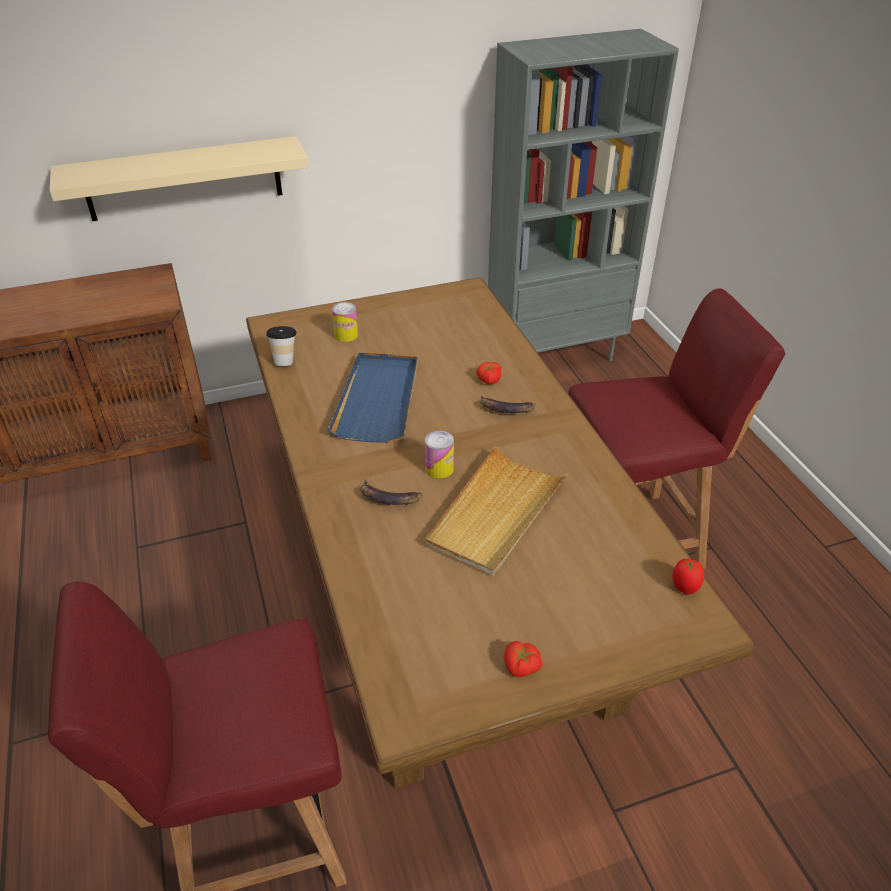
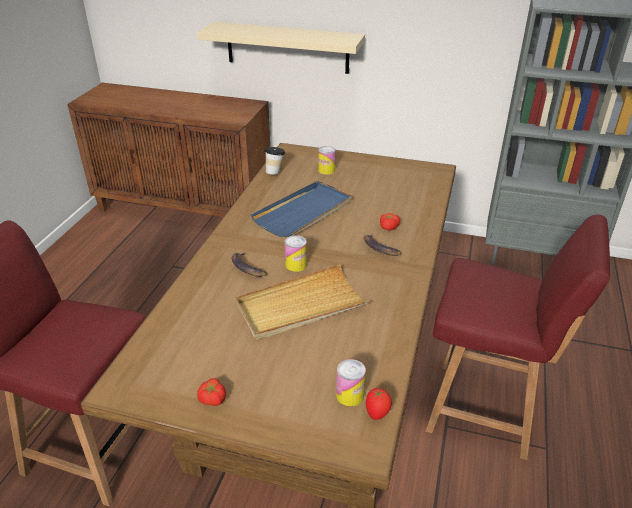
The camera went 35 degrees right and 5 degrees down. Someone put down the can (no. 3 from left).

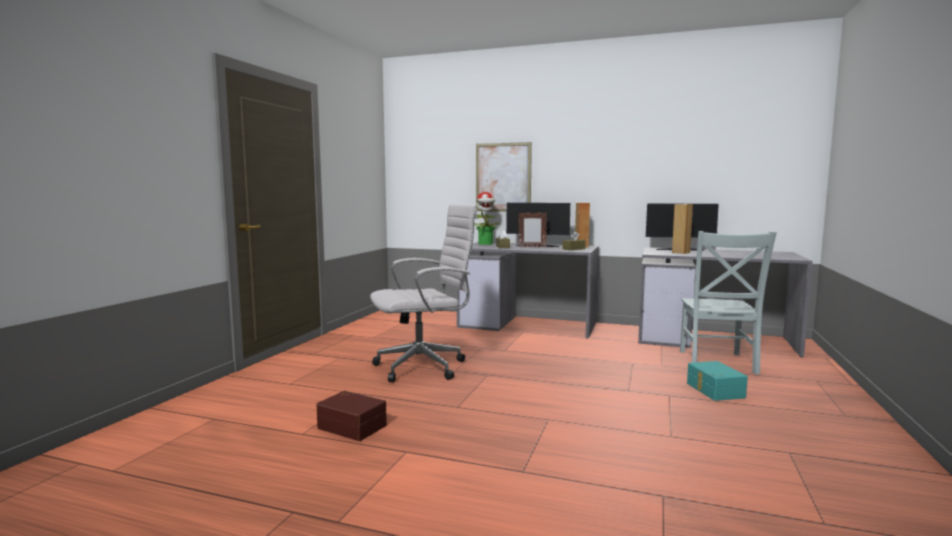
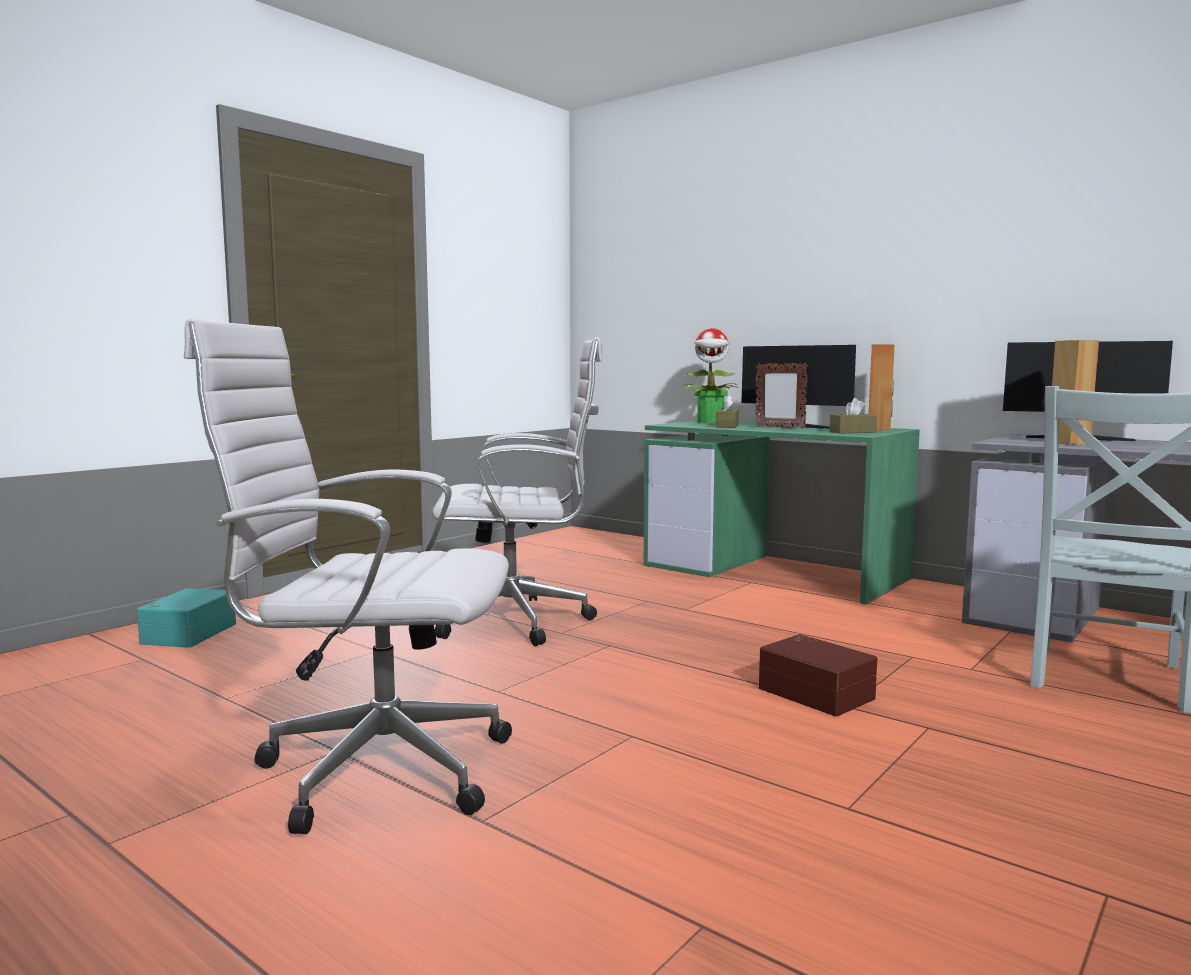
The camera went 20 degrees right and 0 degrees up. Someone carried the storage box in turquoise. Someone put down the office chair in white (no. 1 from left). Someone repainted the desk in grey (no. 1 from left), which became the desk in green. Someone carried the storage box in brown. Someone took away the picture.

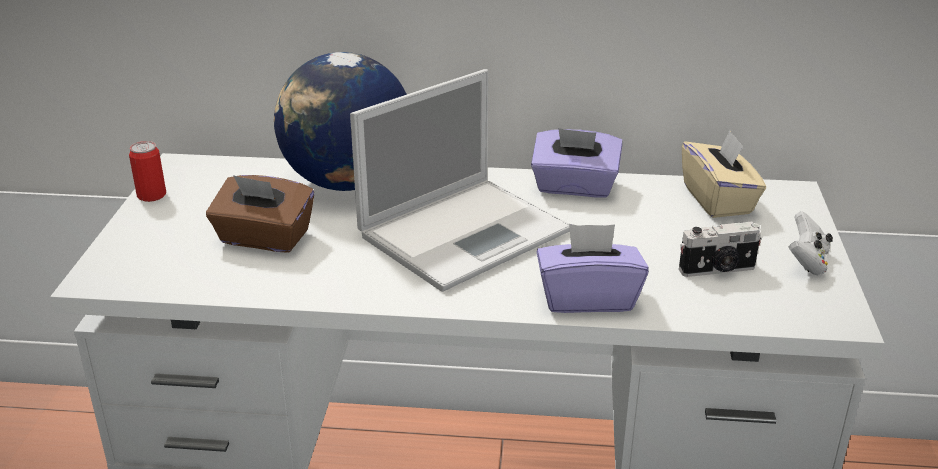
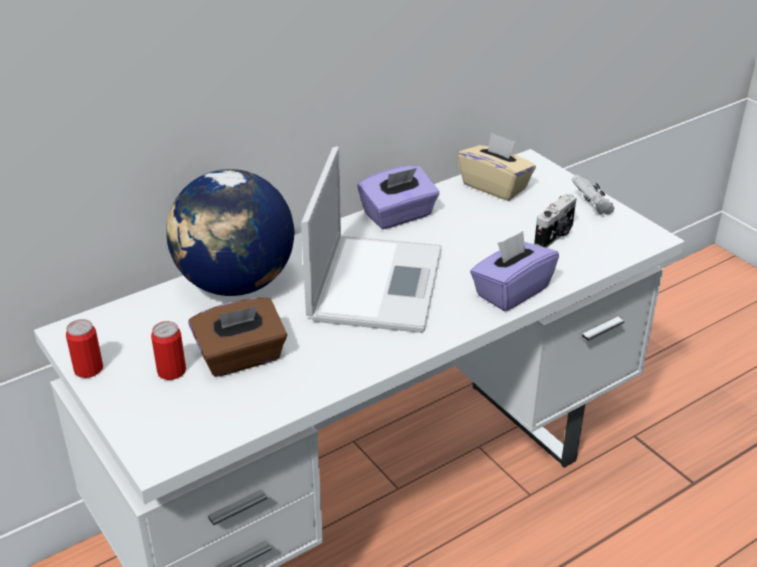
The camera went 40 degrees left and 5 degrees up. Someone put down the can (no. 2 from left).

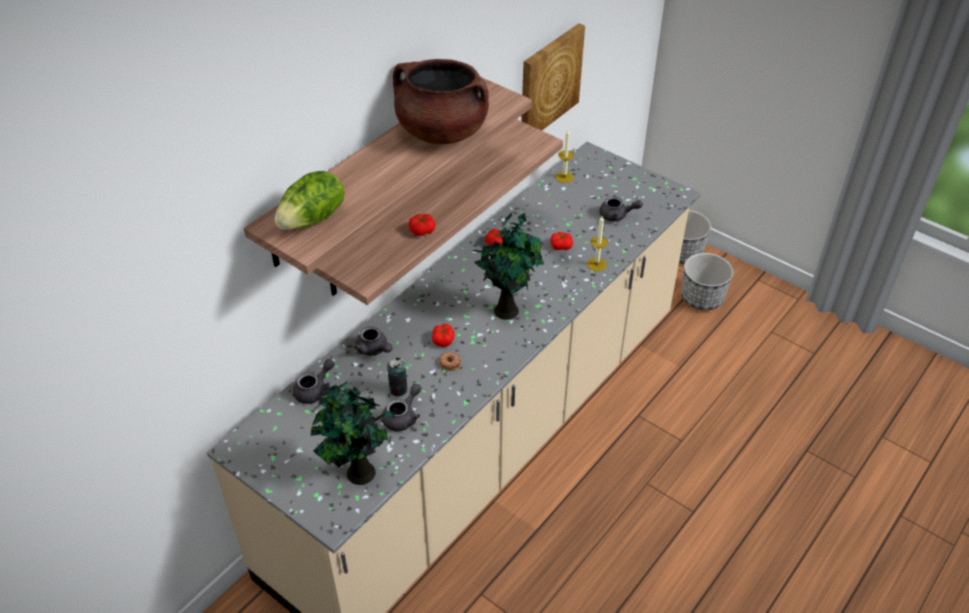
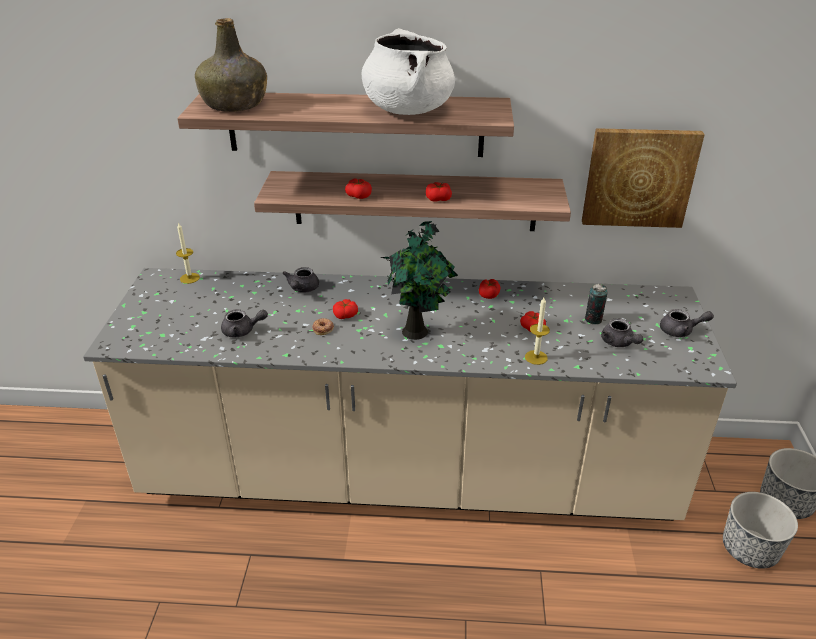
The camera went 55 degrees right and 10 degrees down. Someone carried the candle (no. 1 from left). Someone swapped the lettuce for the bottle in green. Someone repainted the cooking pot in brown, which became the cooking pot in white. Someone put down the tomato (no. 3 from left). Someone carried the can. Someone carried the teapot in grey (no. 1 from left in the first image). Someone took away the potted plant (no. 1 from left).

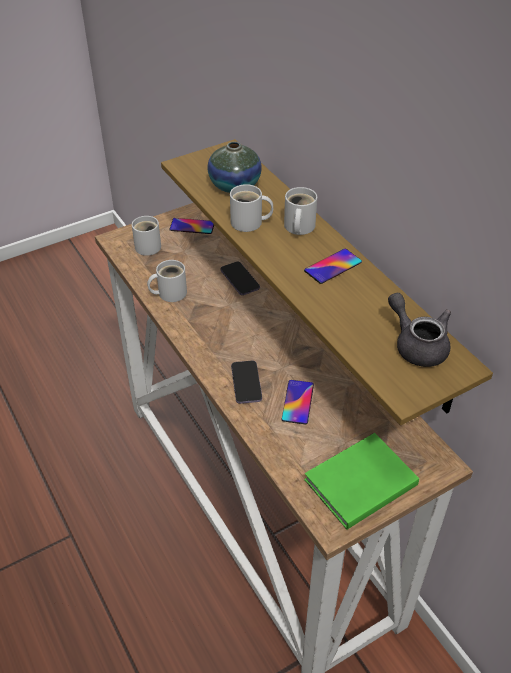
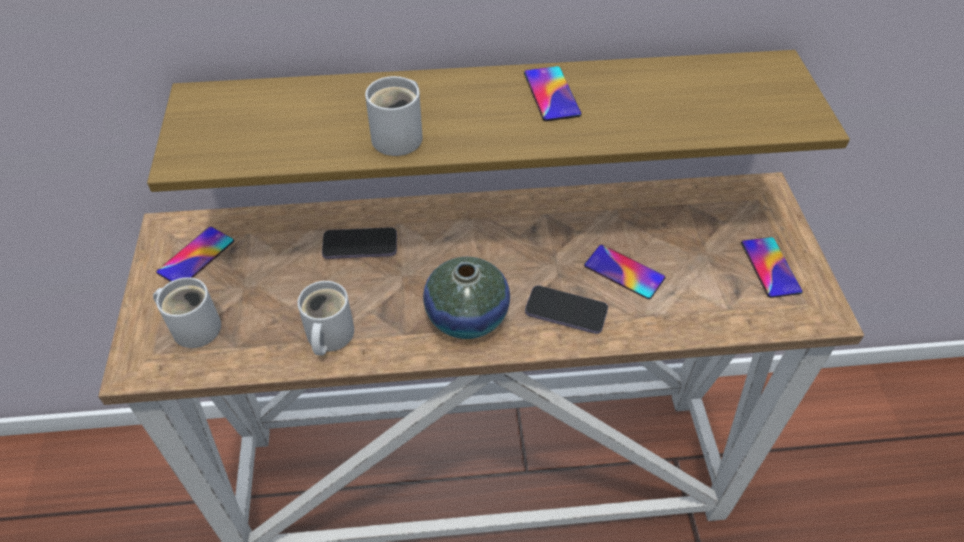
The camera went 65 degrees left and 5 degrees up. Someone carried the vase. Someone swapped the book in green for the phone (no. 6 from left). Someone took away the mug in white (no. 4 from left). Someone took away the teapot in grey.

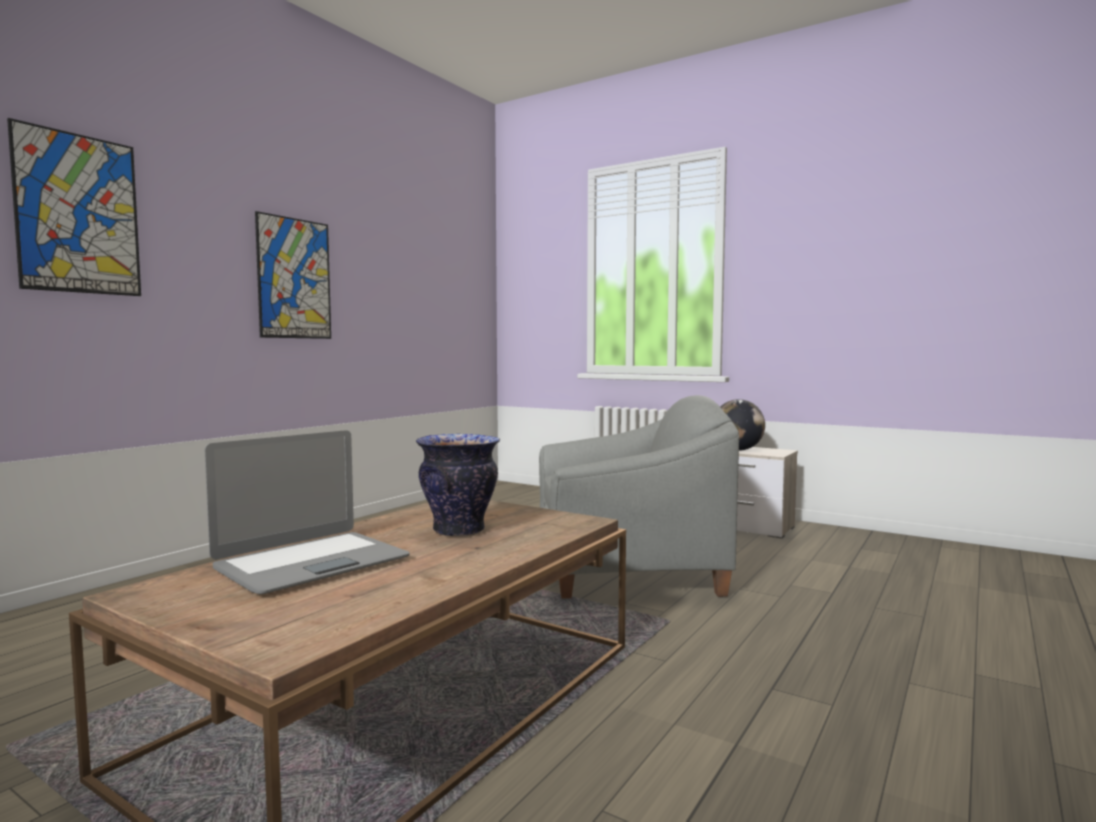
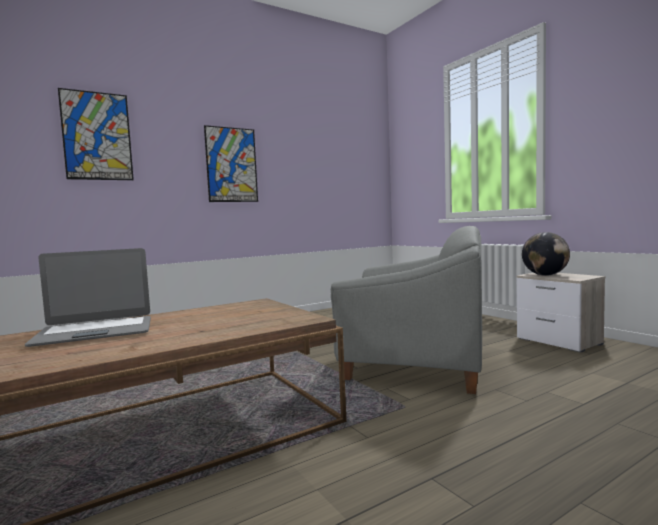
The camera went 25 degrees right and 0 degrees up. Someone took away the vase.

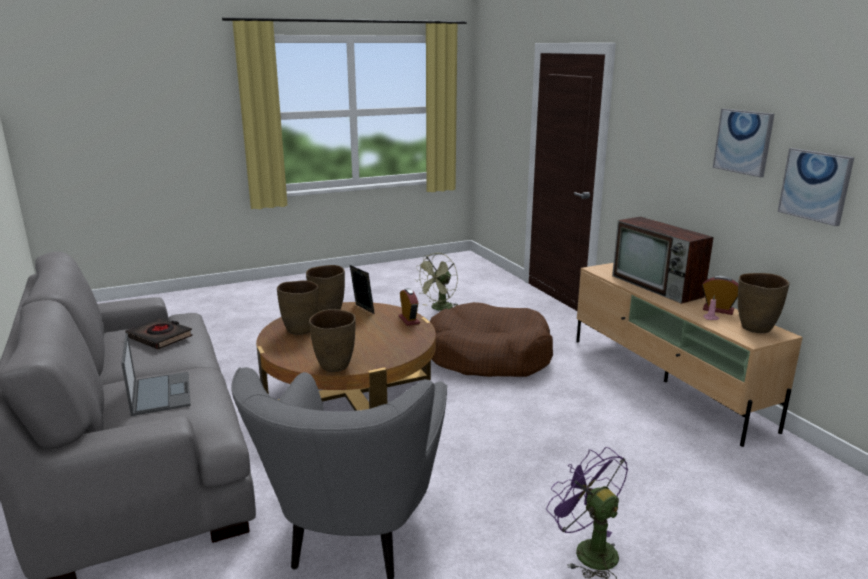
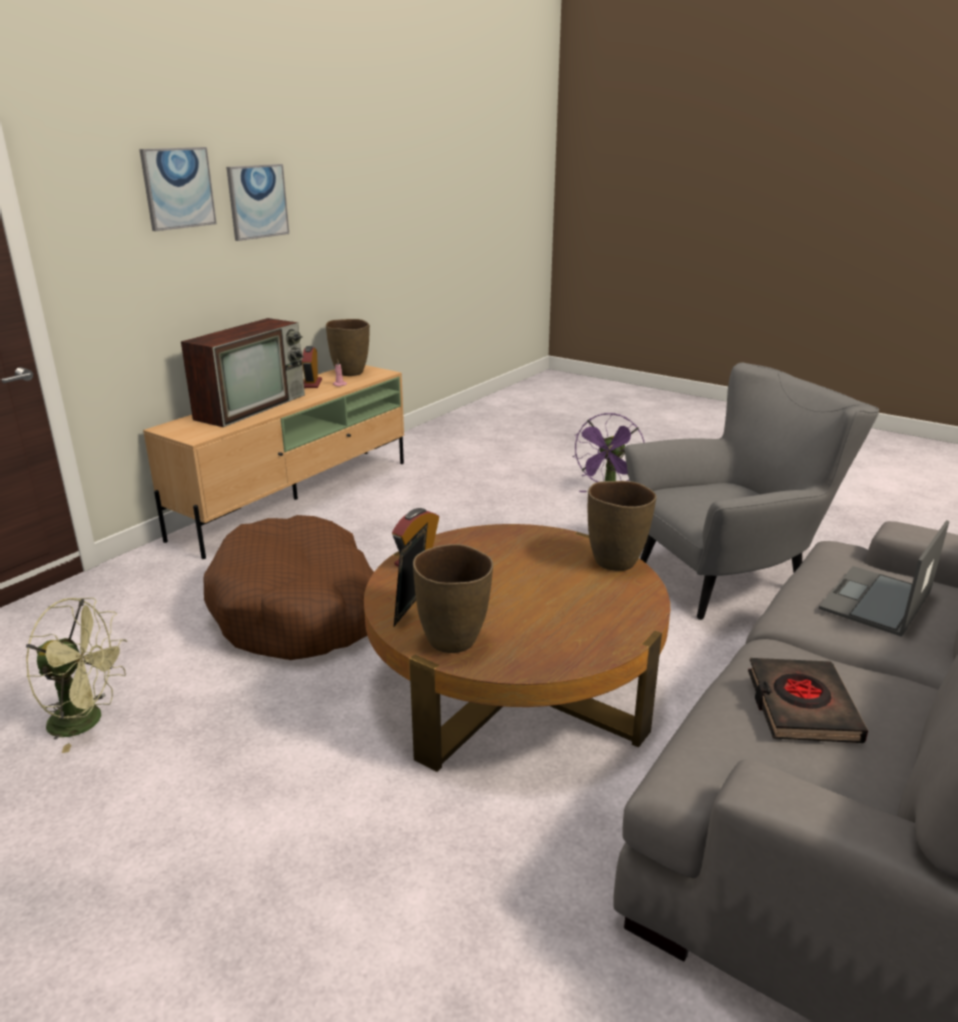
The camera went 120 degrees left and 5 degrees up. Someone carried the picture (no. 2 from left in the first image). Someone took away the vase in brown (no. 1 from left).

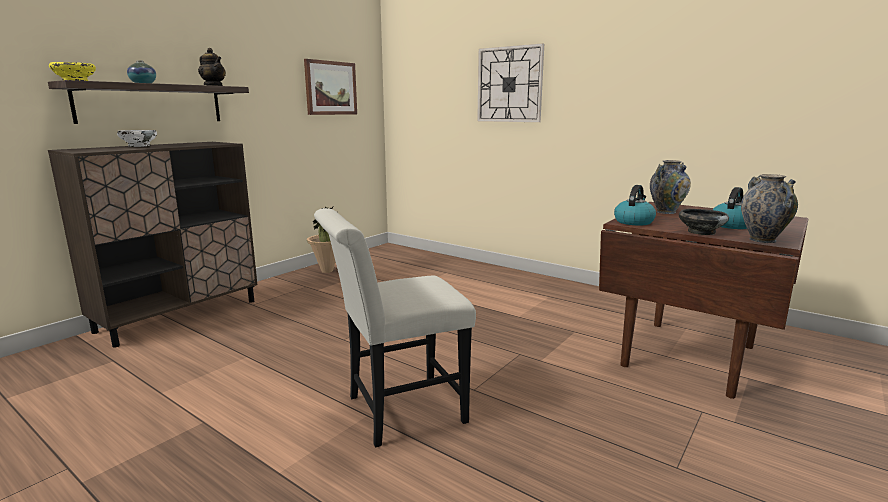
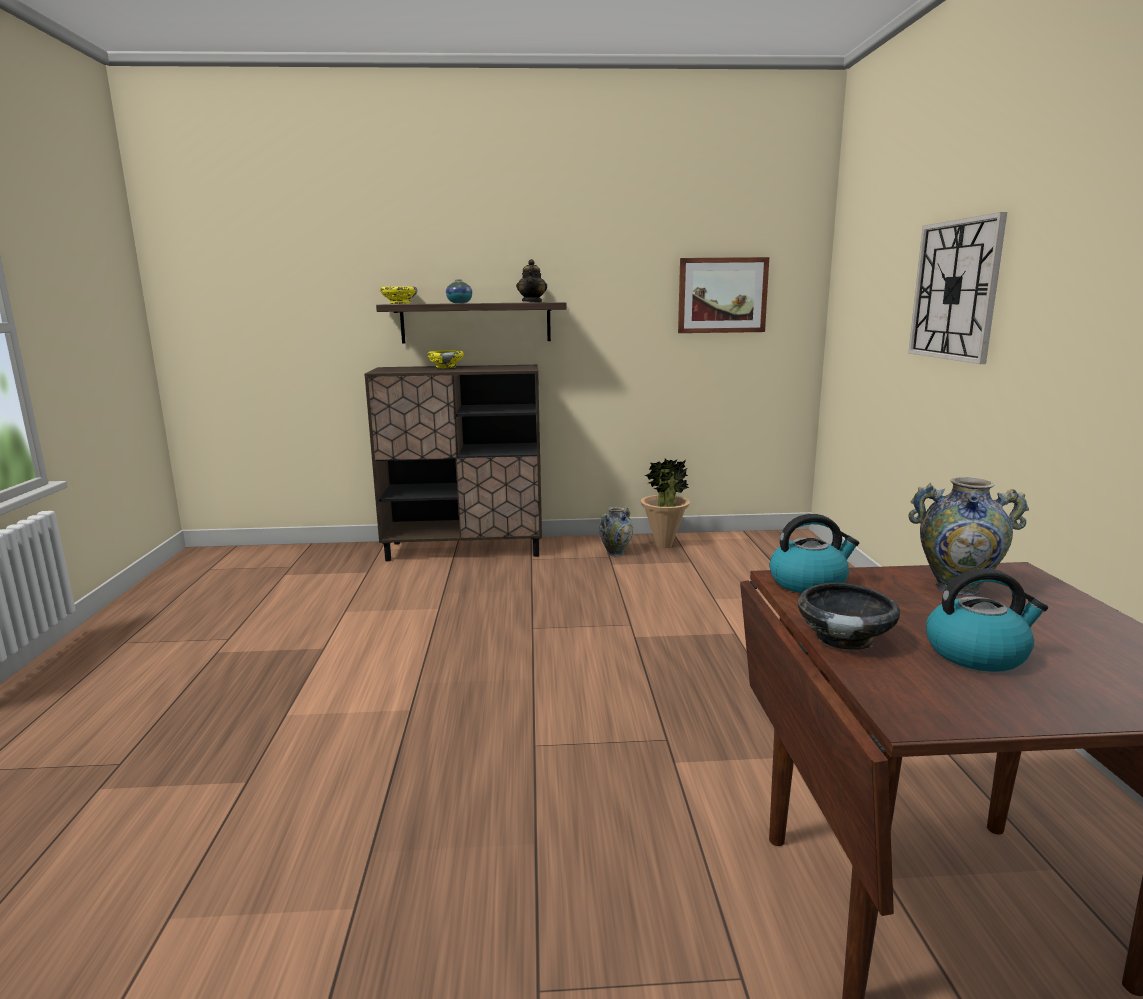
The camera went 50 degrees right and 0 degrees up. Someone repainted the bowl in white, which became the bowl in yellow (no. 2 from left). Someone carried the vase (no. 3 from left in the first image). Someone took away the chair in white.

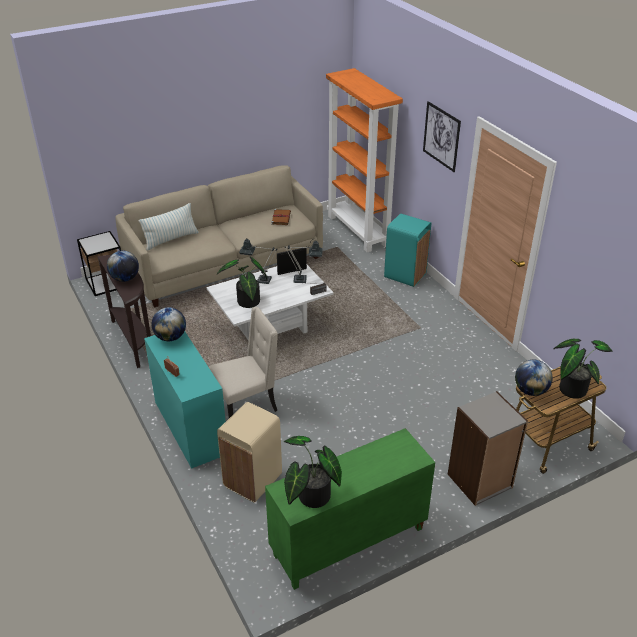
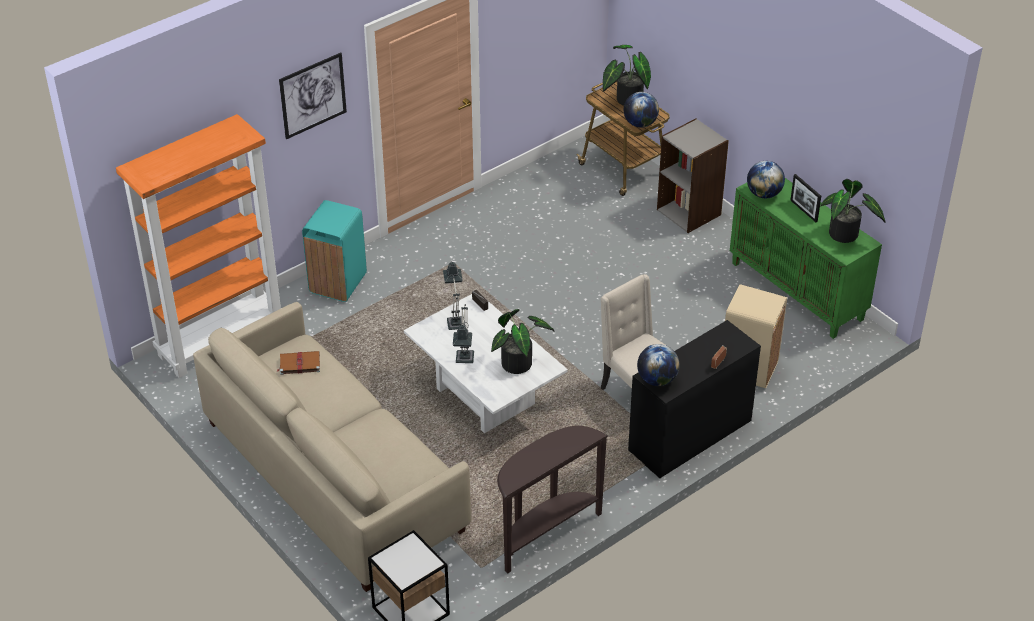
The camera went 100 degrees left and 5 degrees up. Someone repainted the desk in turquoise, which became the desk in black. Someone carried the globe (no. 1 from left in the first image). Someone carried the picture frame. Someone took away the pillow.

